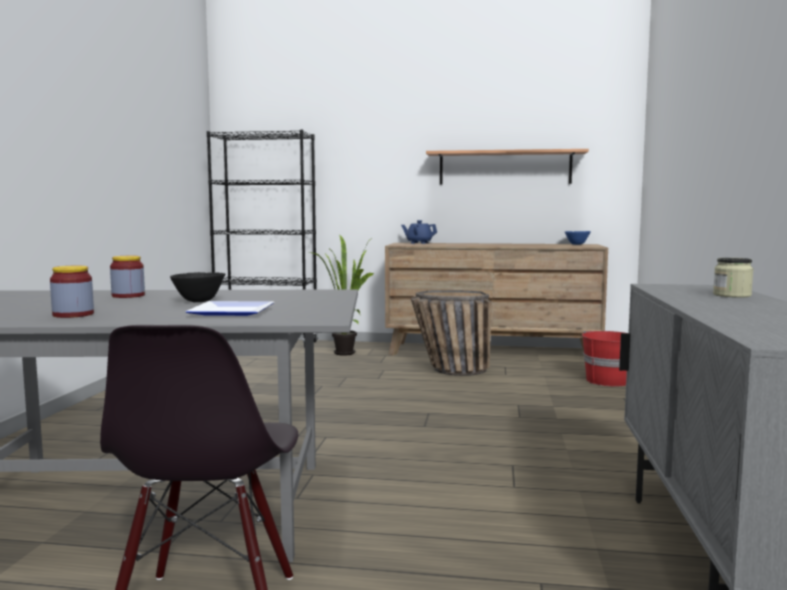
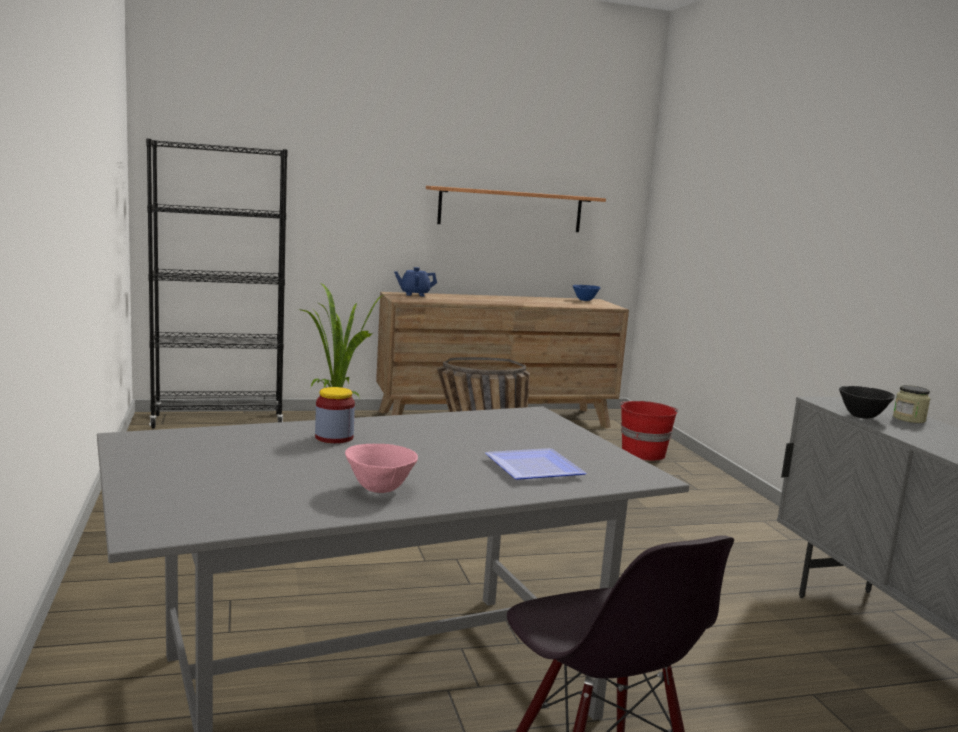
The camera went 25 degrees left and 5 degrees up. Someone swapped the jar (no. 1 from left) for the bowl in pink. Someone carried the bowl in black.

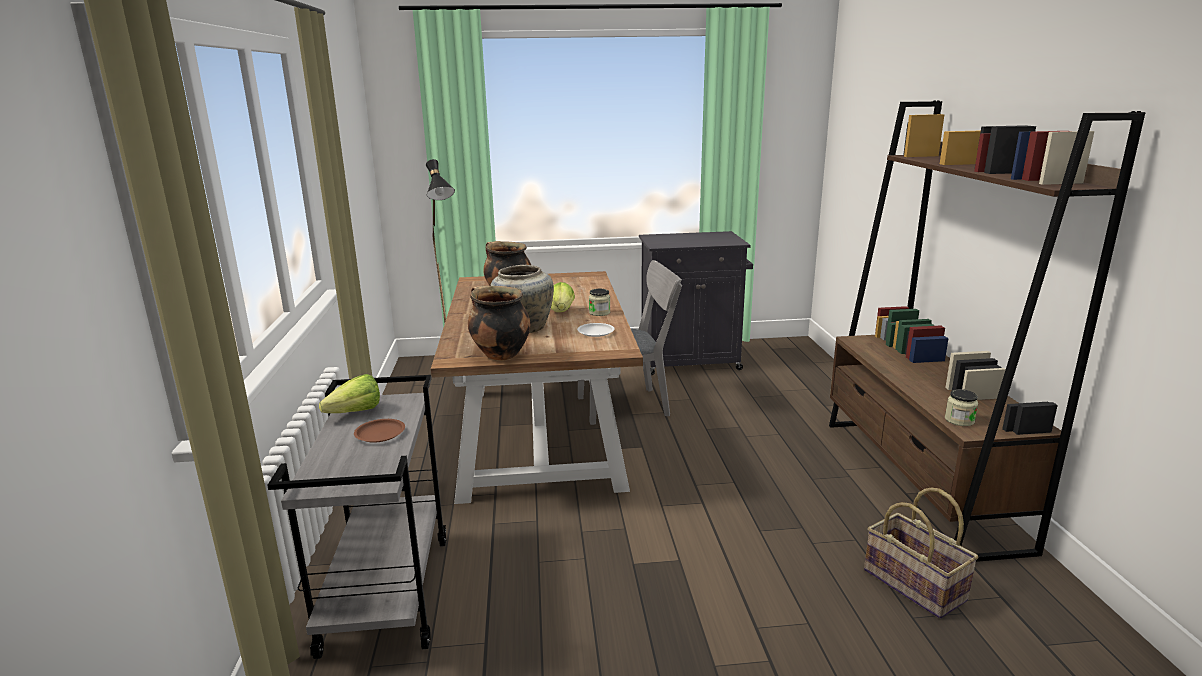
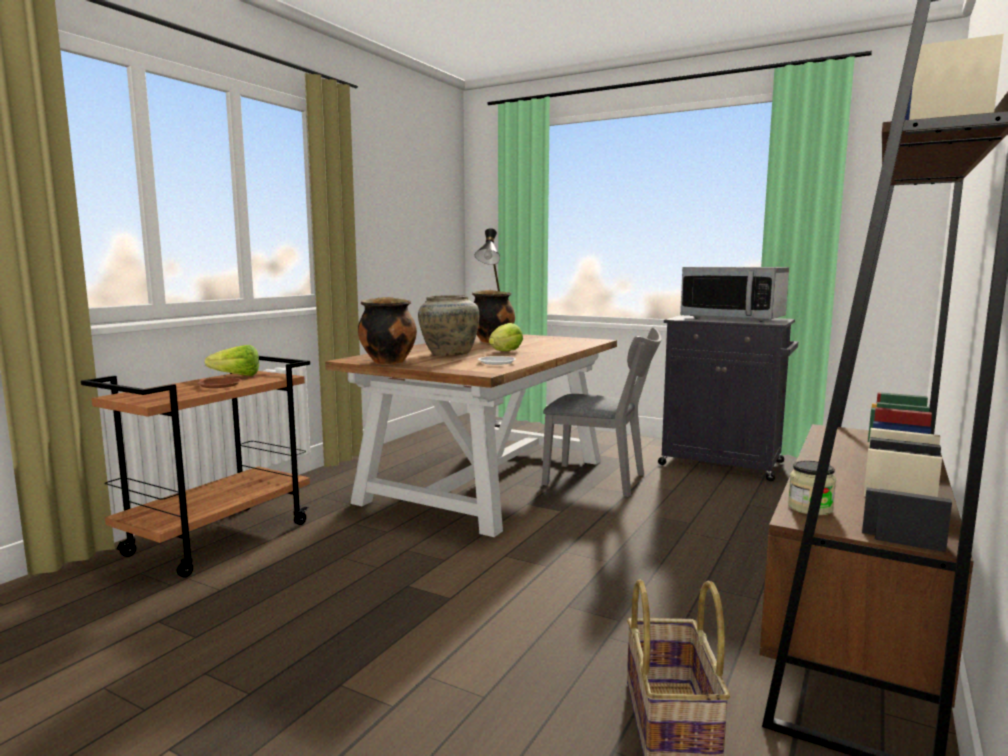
The camera went 35 degrees right and 10 degrees down. Someone repainted the cart in grey, which became the cart in brown. Someone put down the microwave. Someone took away the jar (no. 1 from left).

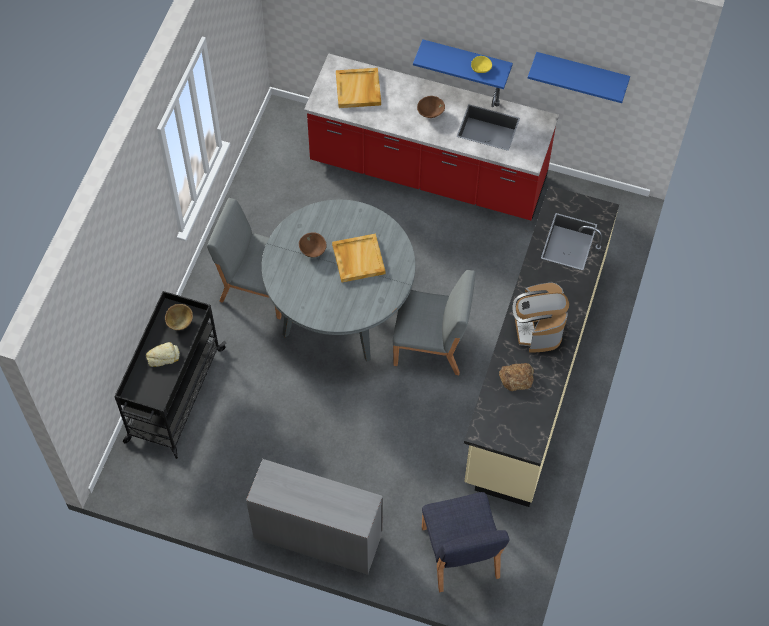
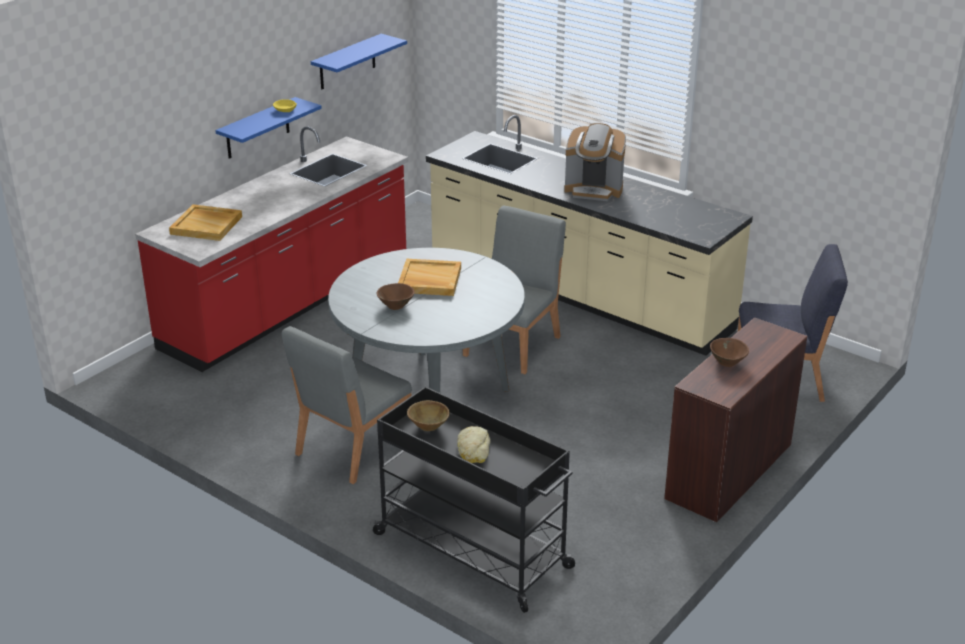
The camera went 70 degrees left and 30 degrees down. Someone repainted the desk in grey, which became the desk in brown. Someone carried the bowl in brown (no. 3 from left). Someone took away the bread (no. 2 from left).

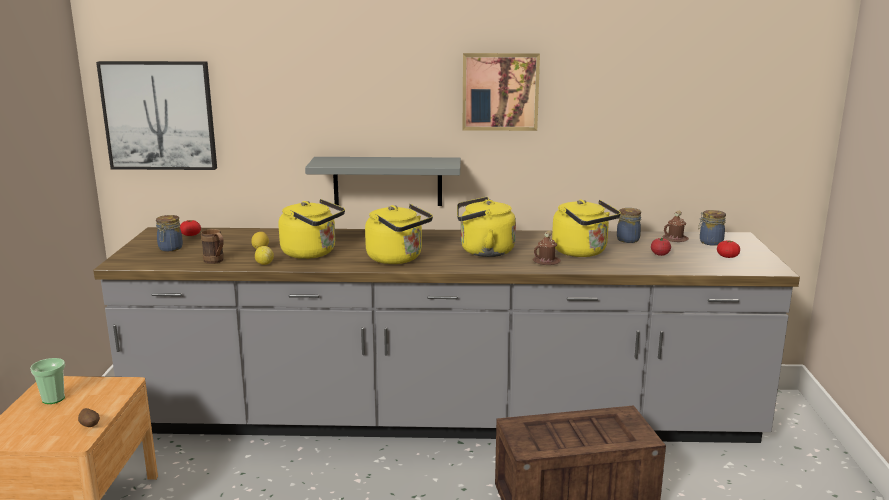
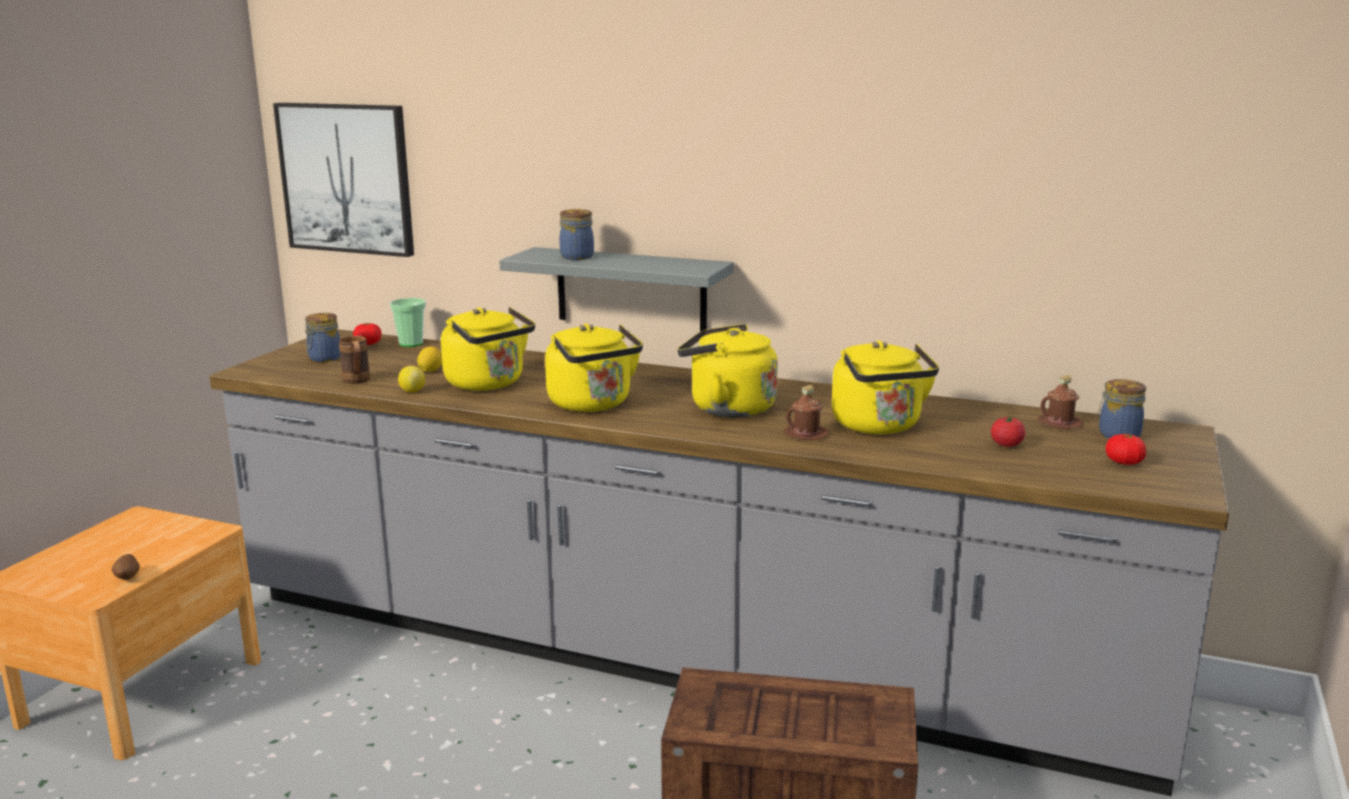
The camera went 20 degrees right and 0 degrees up. Someone carried the cup. Someone carried the jar (no. 2 from left). Someone took away the picture (no. 2 from left).

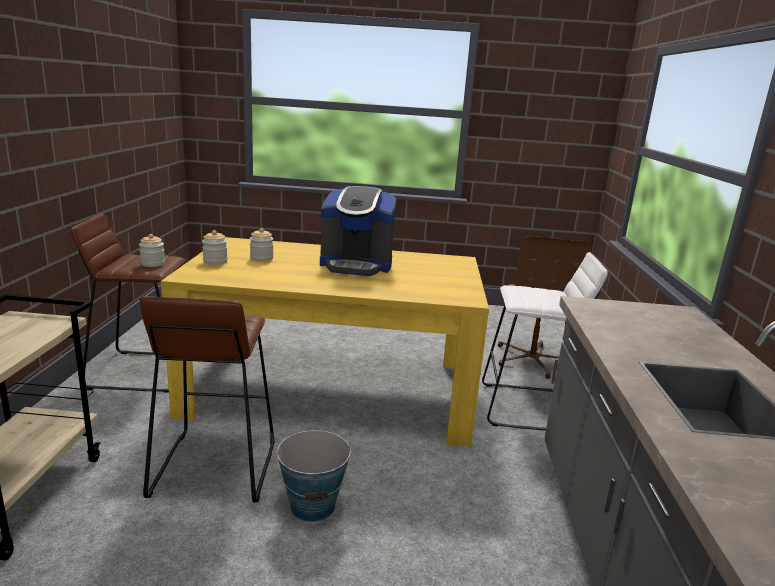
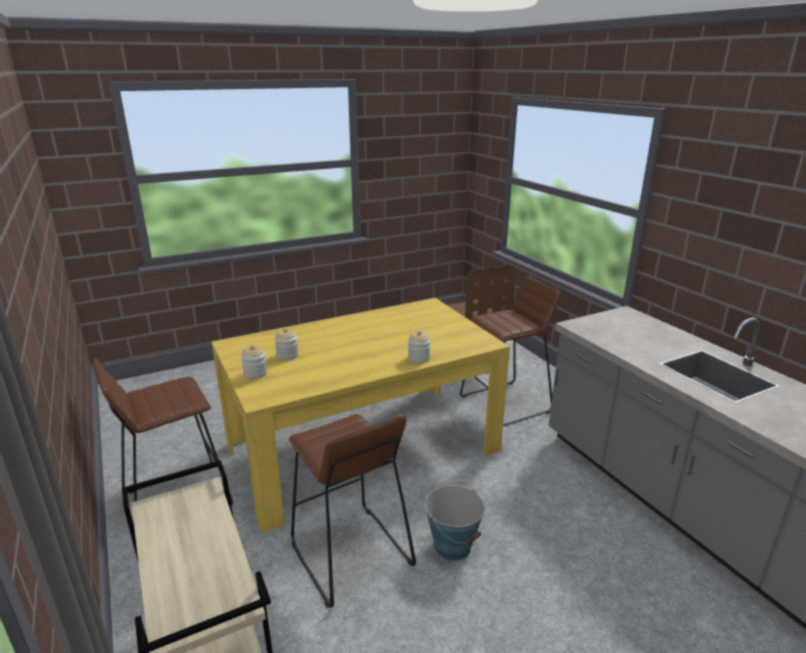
The camera went 30 degrees left and 5 degrees up. Someone carried the jar (no. 1 from left in the first image). Someone repainted the stool in white, which became the stool in brown (no. 3 from left). Someone took away the coffee machine.

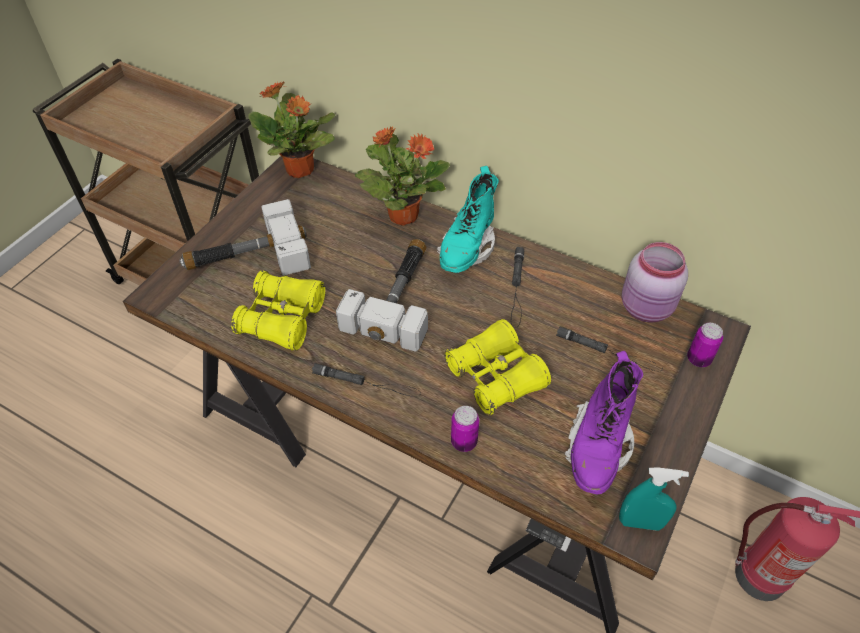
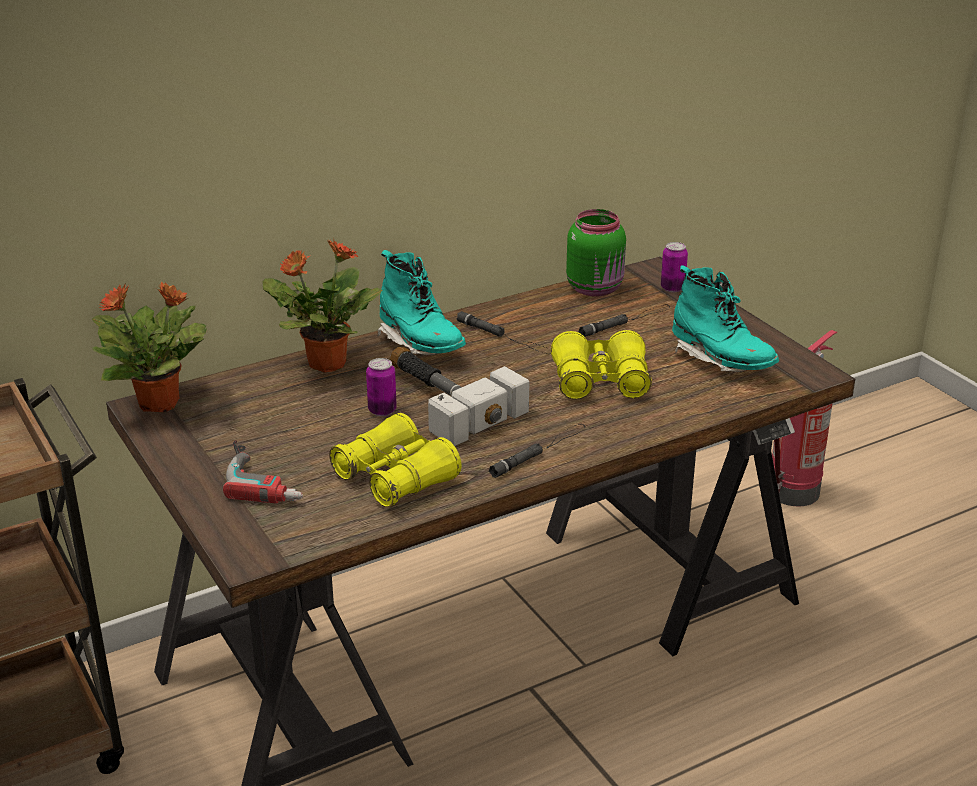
The camera went 60 degrees left and 20 degrees down. Someone swapped the hammer (no. 1 from left) for the power drill. Someone carried the can (no. 1 from left). Someone repainted the jar in pink, which became the jar in green. Someone repainted the boot in purple, which became the boot in turquoise (no. 2 from left). Someone took away the spray bottle in turquoise.

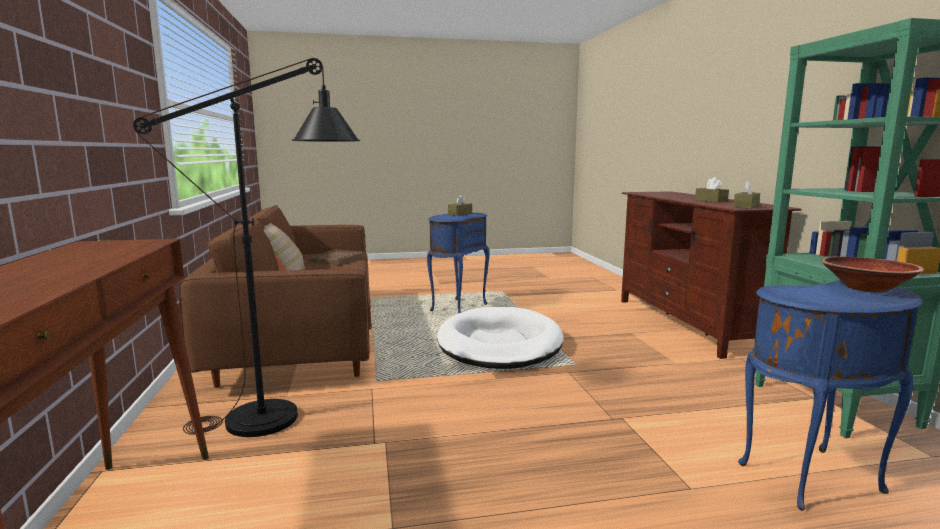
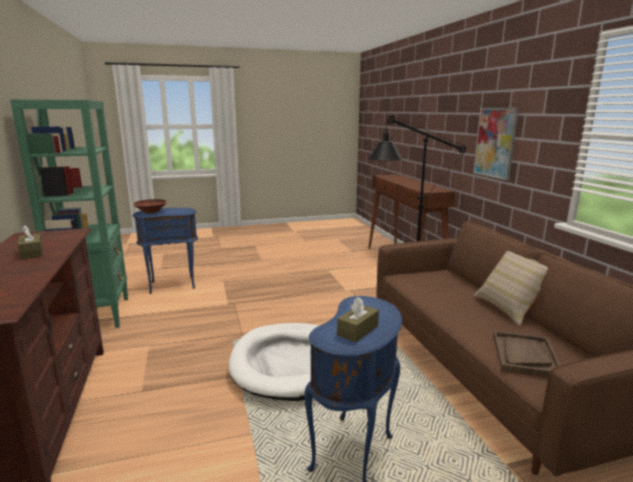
The camera went 175 degrees right and 5 degrees up. Someone put up the picture. Someone took away the tissue box in brown (no. 3 from left).

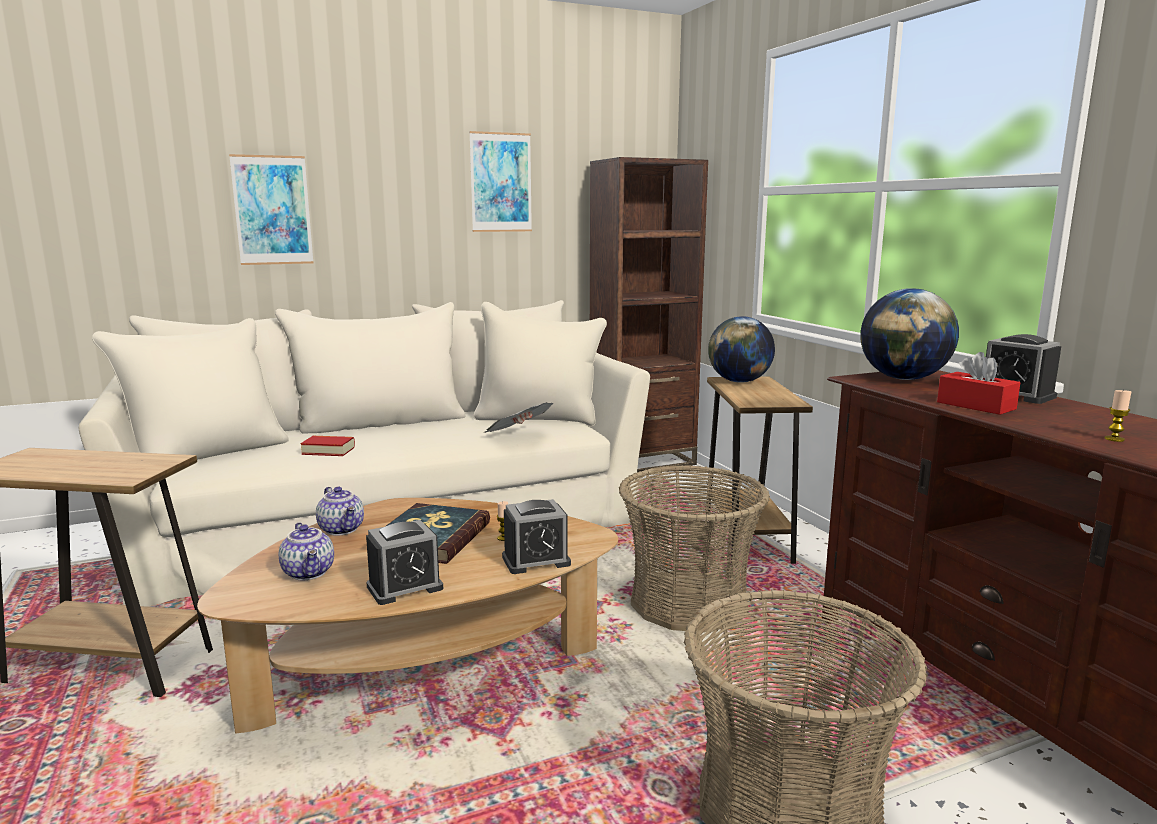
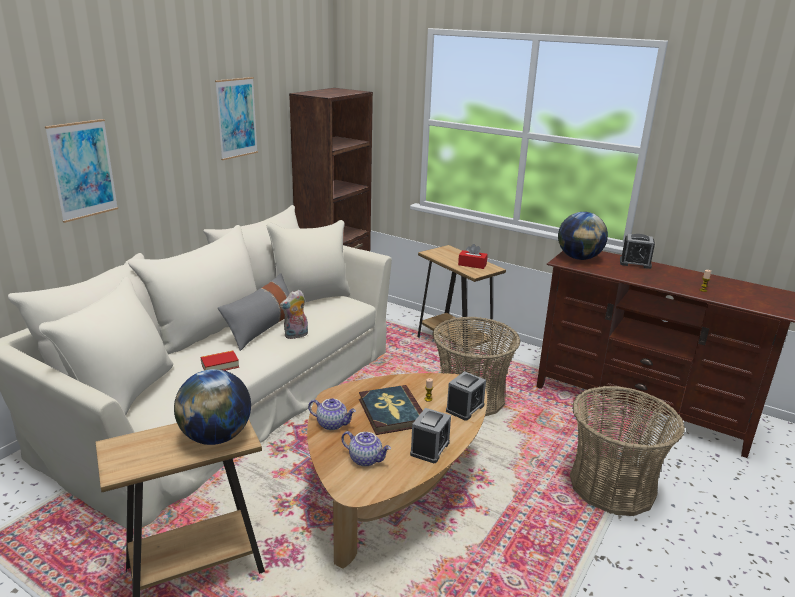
The camera went 35 degrees left and 10 degrees up. Someone carried the globe (no. 1 from left). Someone put down the pillow in grey. Someone put down the plush toy. Someone carried the tissue box in red. Someone took away the newspaper.

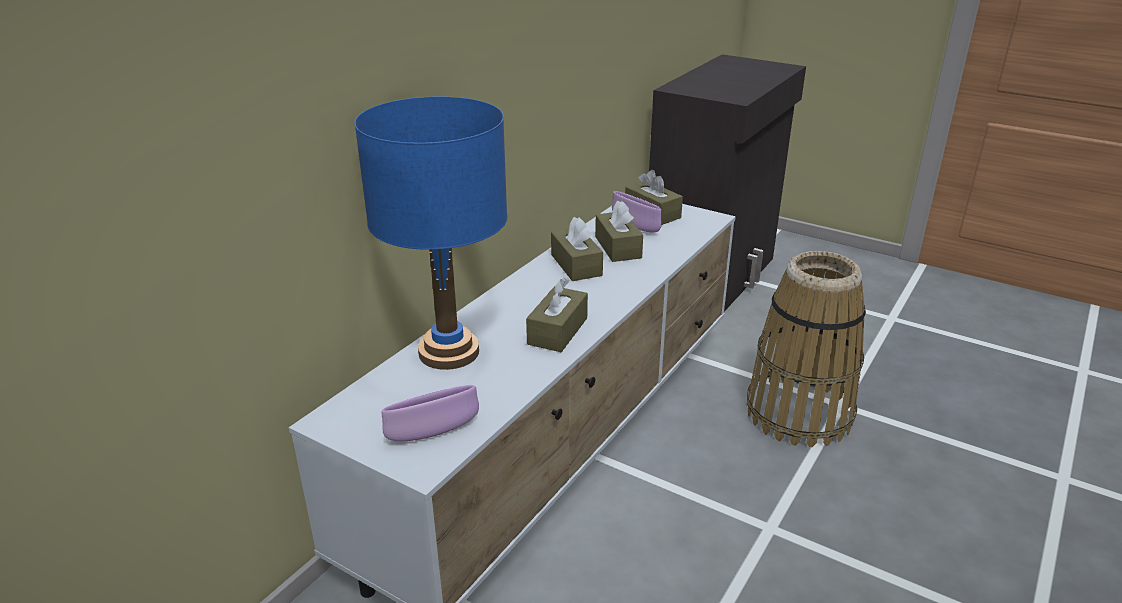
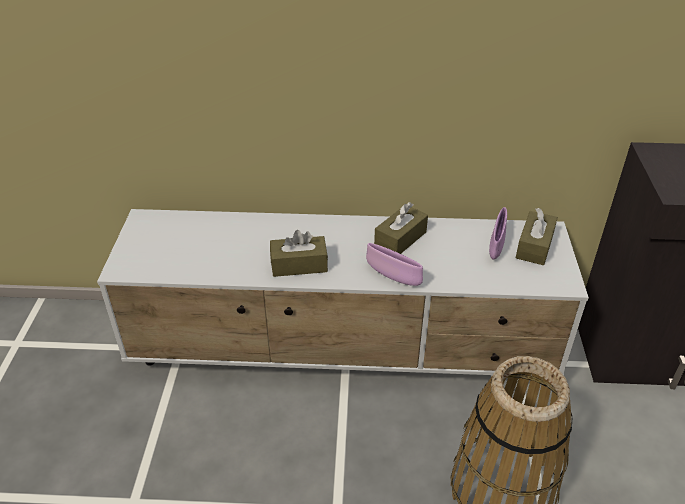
The camera went 60 degrees right and 10 degrees up. Someone carried the bowl in purple (no. 1 from left). Someone took away the table lamp in blue. Someone took away the tissue box in brown (no. 3 from left).

